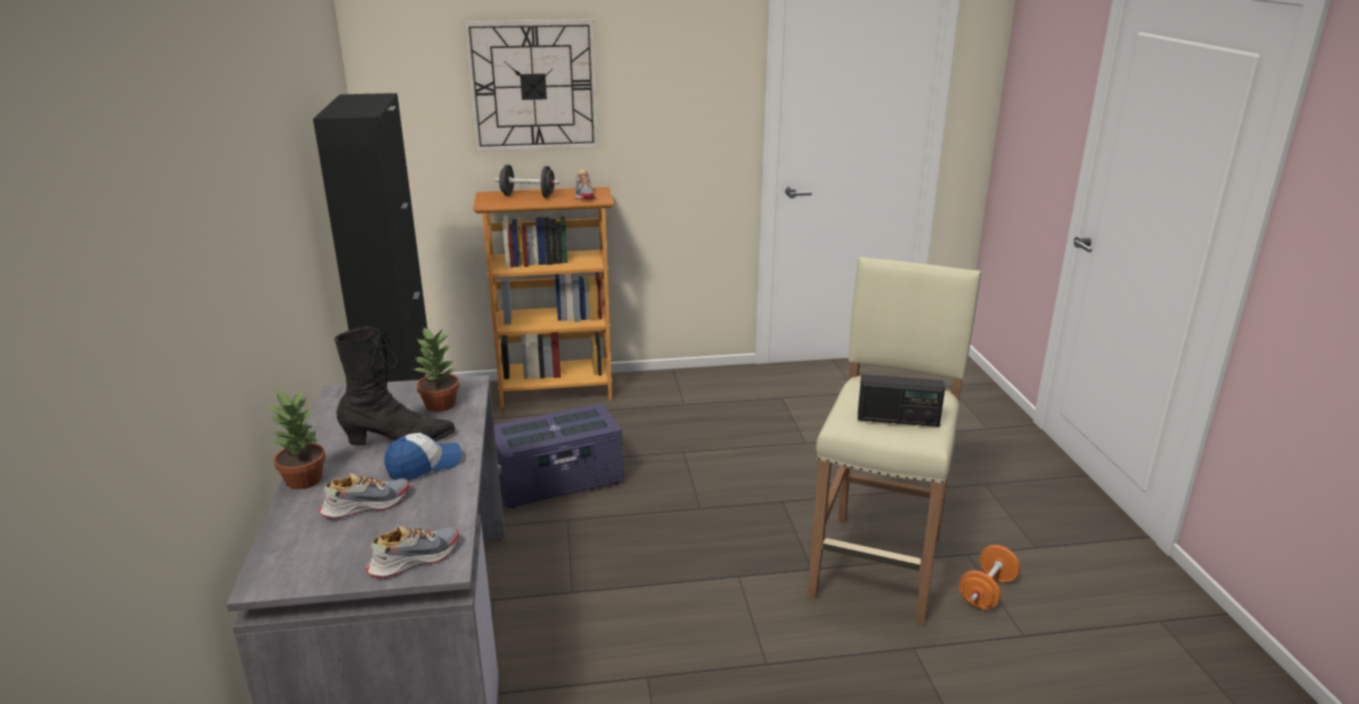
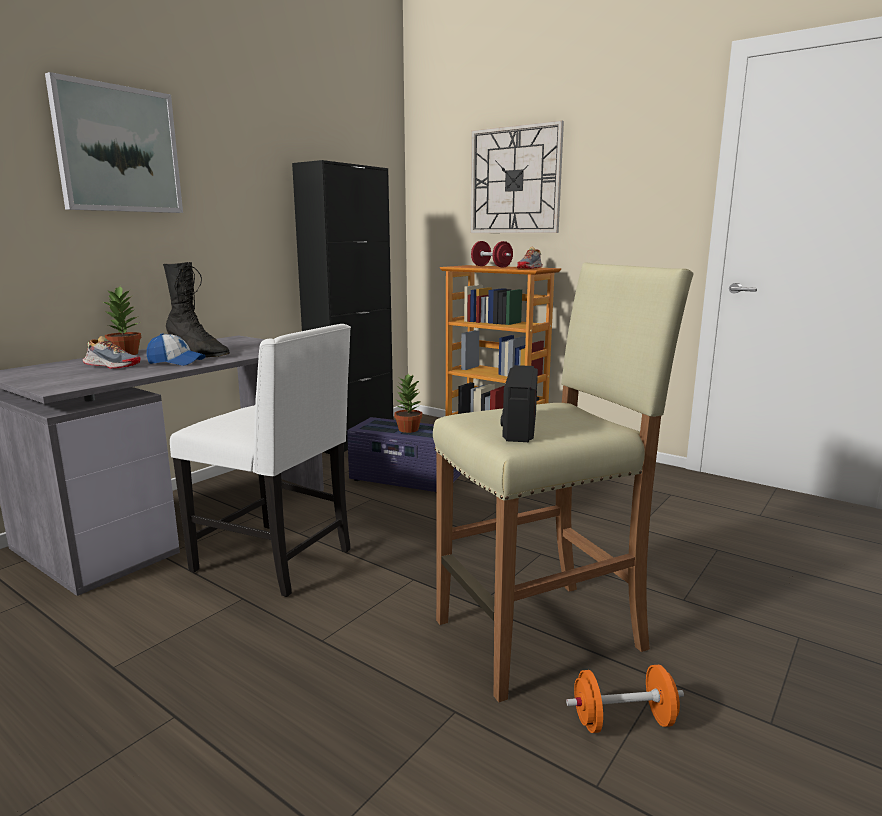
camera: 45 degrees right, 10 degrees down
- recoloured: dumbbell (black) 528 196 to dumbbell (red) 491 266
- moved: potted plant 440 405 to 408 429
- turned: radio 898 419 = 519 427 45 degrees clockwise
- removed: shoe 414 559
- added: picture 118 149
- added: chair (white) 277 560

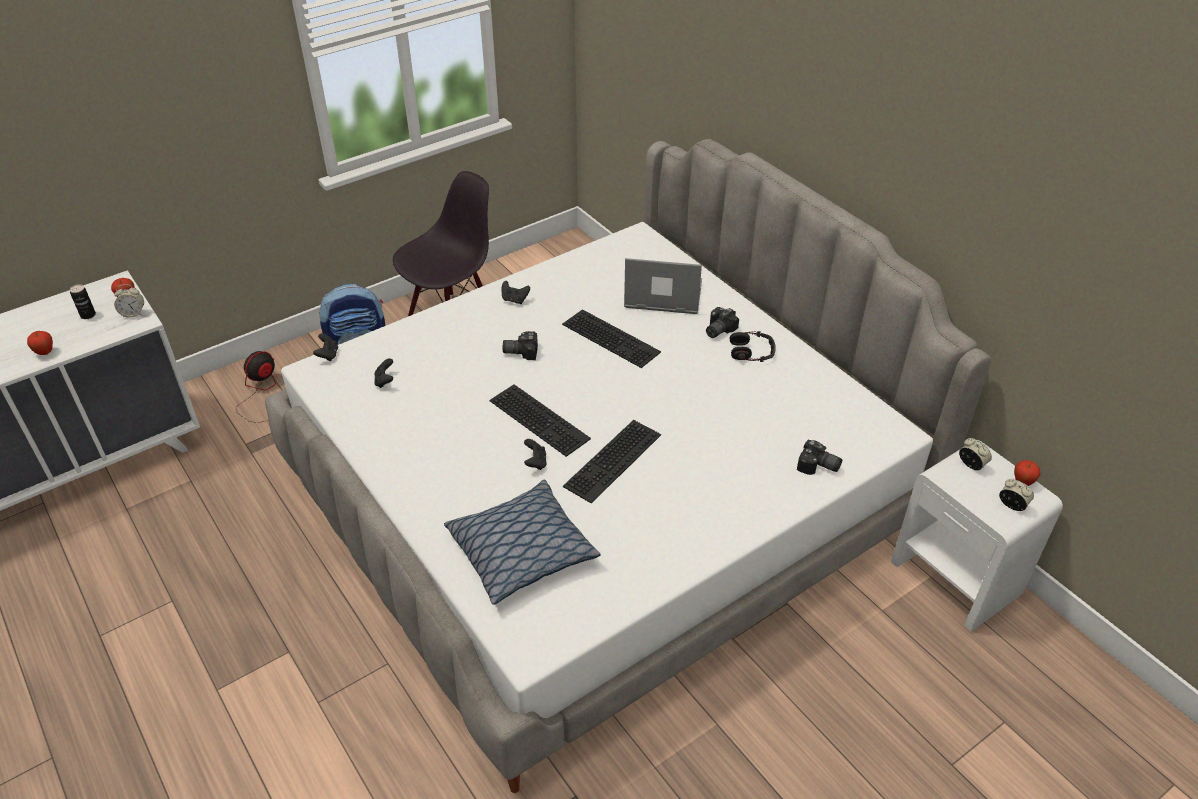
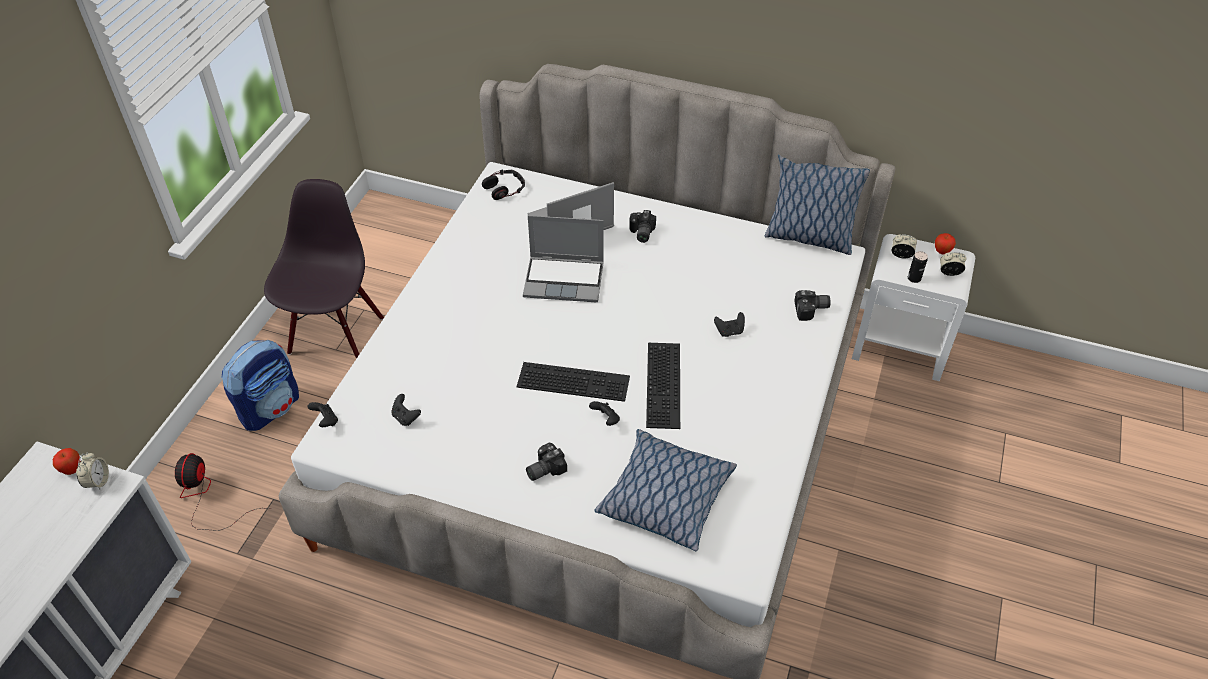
camera: 35 degrees left, 5 degrees up
- moved: game controller (black) 514 300 to 729 331
- moved: can 88 315 to 914 278
- turned: alarm clock 133 313 = 98 481 45 degrees counterclockwise
- replaced: keyboard 613 337 to laptop 565 280
- removed: apple 45 353
- moved: photo camera 521 351 to 544 468
- moved: headphones 751 351 to 504 188
- added: pillow 808 237

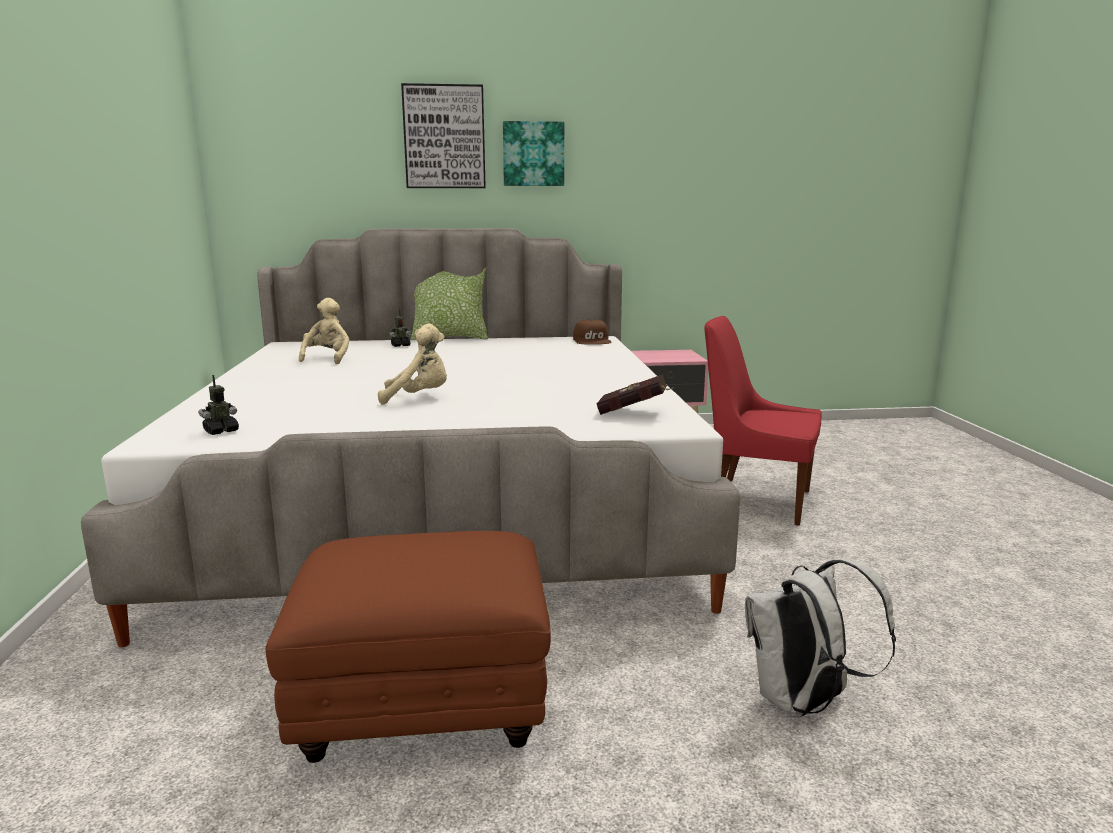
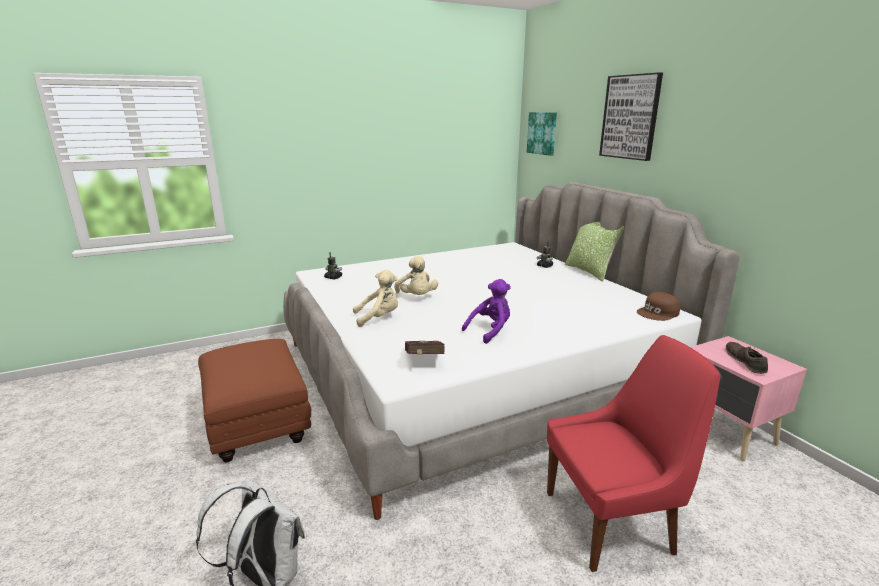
camera: 70 degrees right, 5 degrees up
- moved: picture 533 154 to 542 133
- moved: plush toy (beige) 328 358 to 379 318
- turned: chair (red) 755 500 = 612 521 75 degrees clockwise
- added: plush toy (purple) 490 331
- added: shoe (brown) 745 361

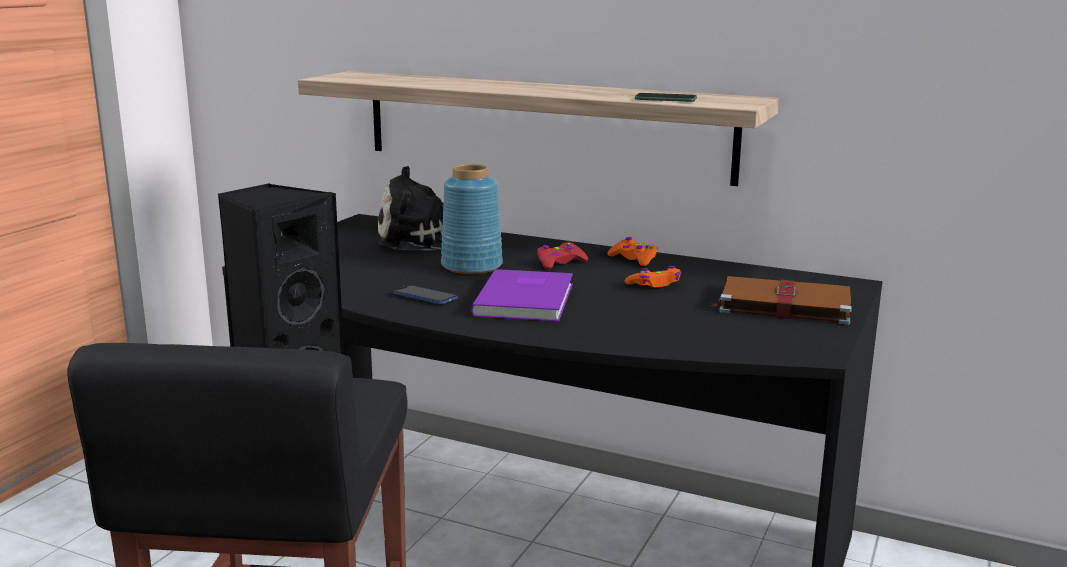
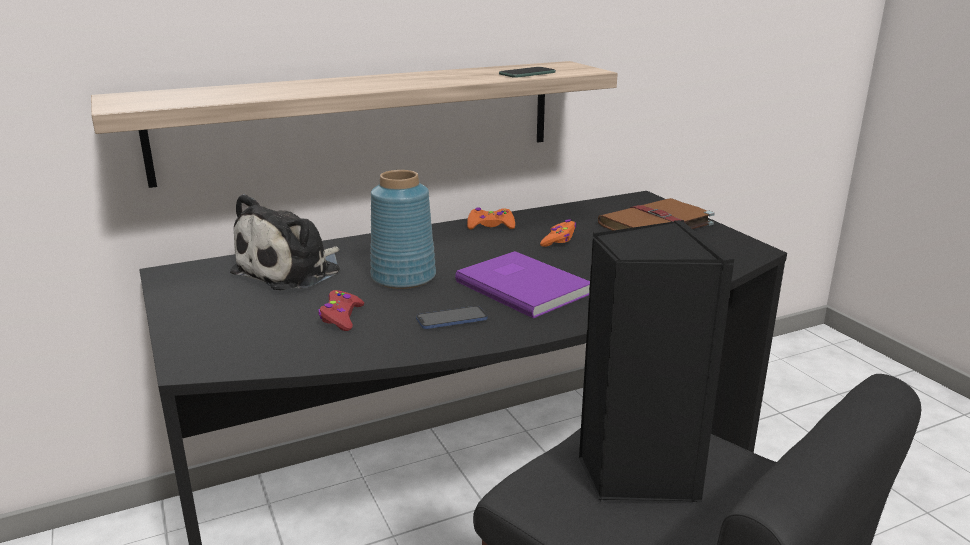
camera: 50 degrees left, 5 degrees up
- moved: game controller (red) 560 262 to 341 317

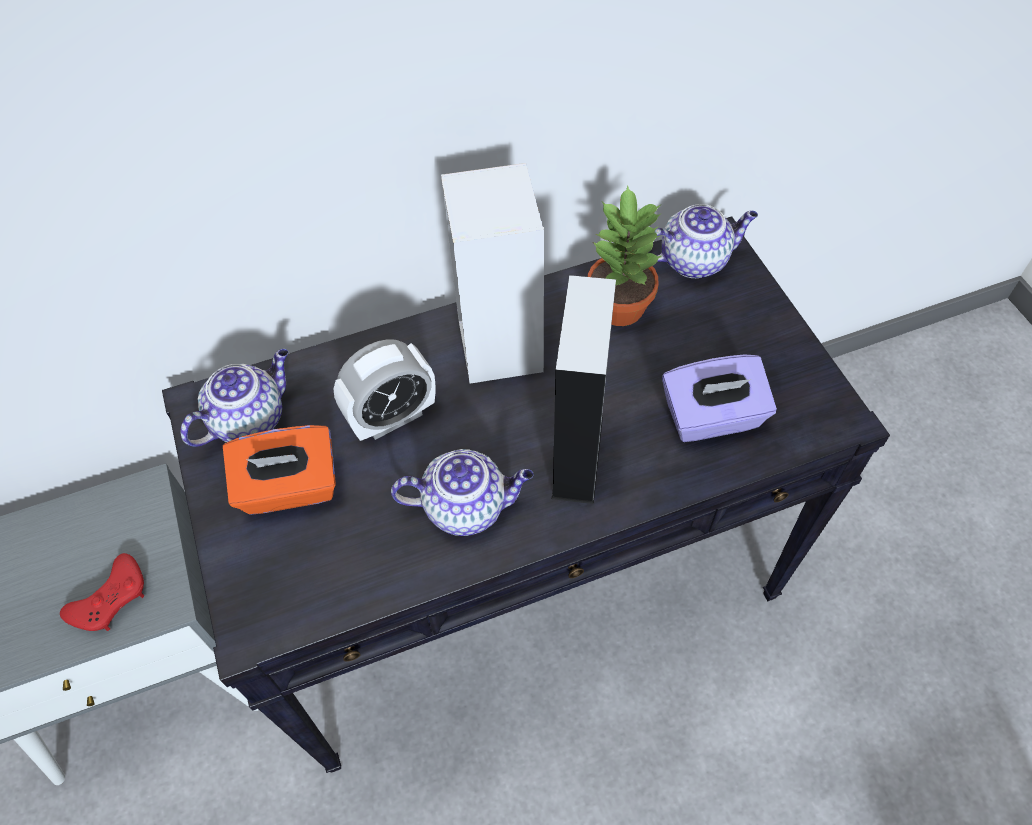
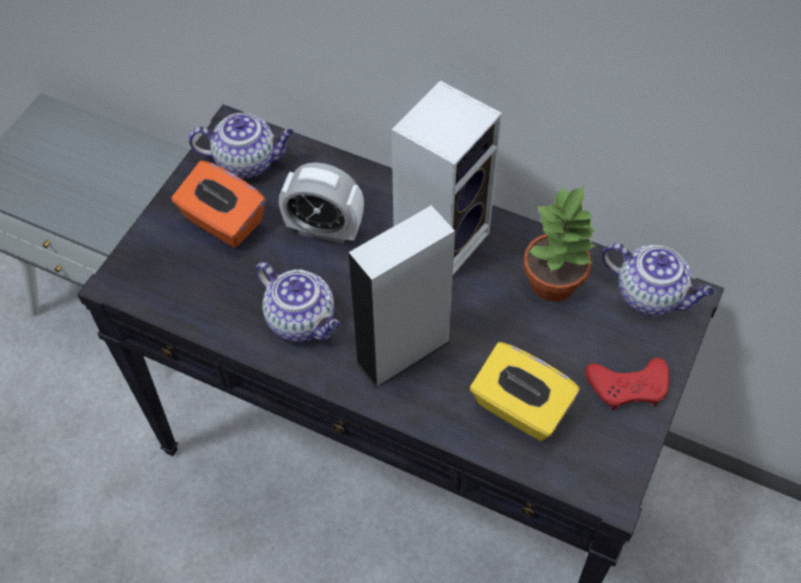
camera: 45 degrees right, 0 degrees up
- recoloured: tissue box (purple) 712 418 to tissue box (yellow) 520 408
- moved: game controller (red) 111 599 to 628 386

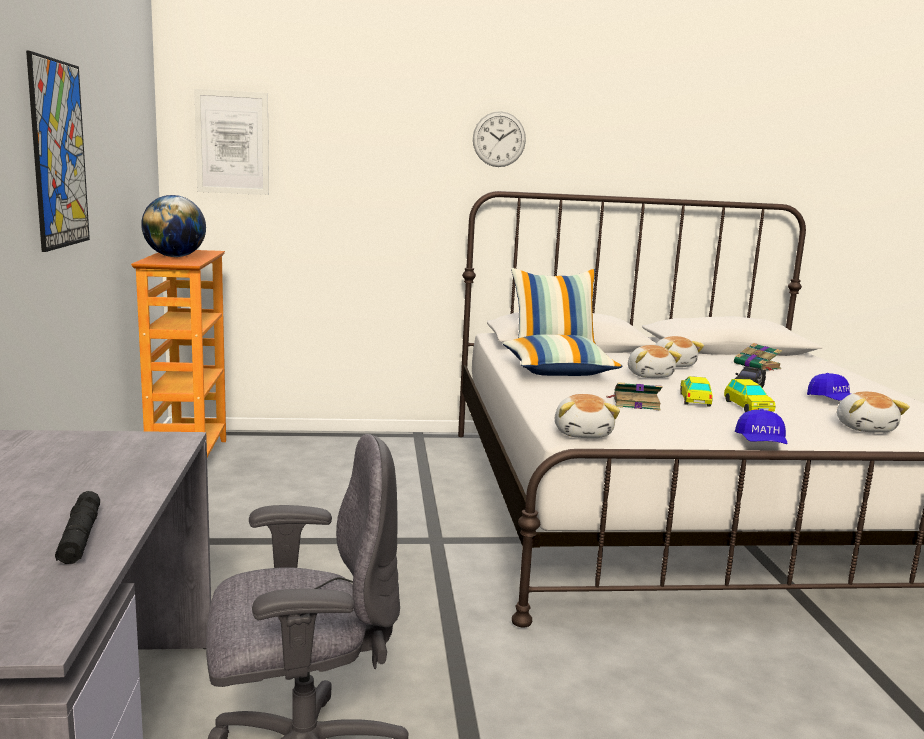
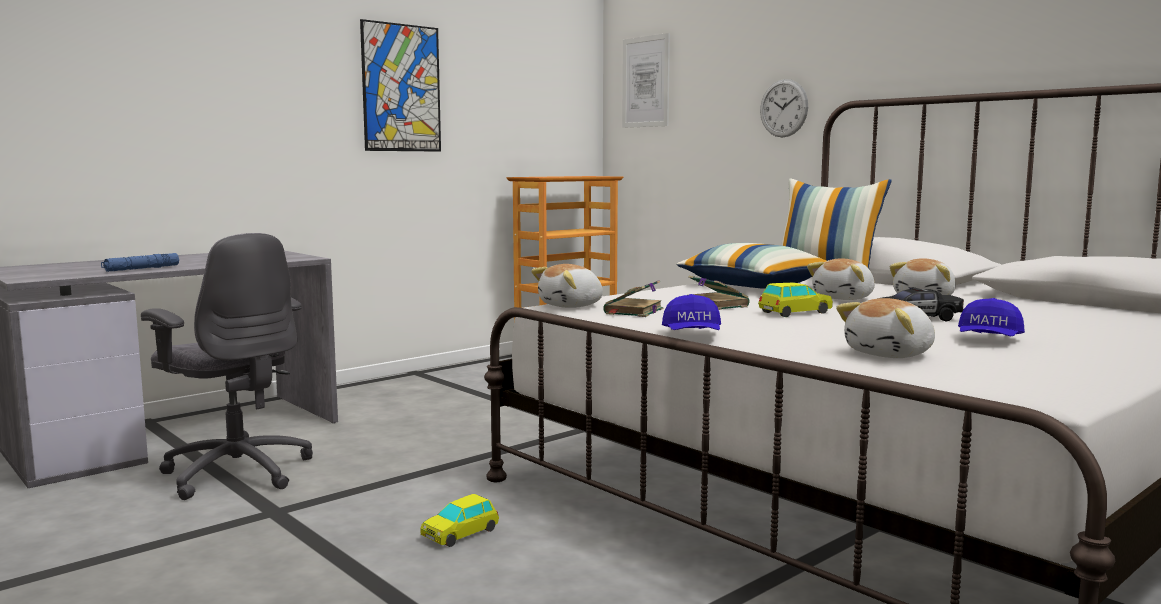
camera: 55 degrees right, 5 degrees down
- moved: wall clock 499 139 to 783 108
- removed: globe 175 257
- moved: book 757 366 to 633 311
- moved: toy car 748 407 to 460 534
- turned: cap (blue) 761 443 = 692 335 60 degrees counterclockwise
- recoloured: flashlight (black) 80 537 to flashlight (blue) 141 269

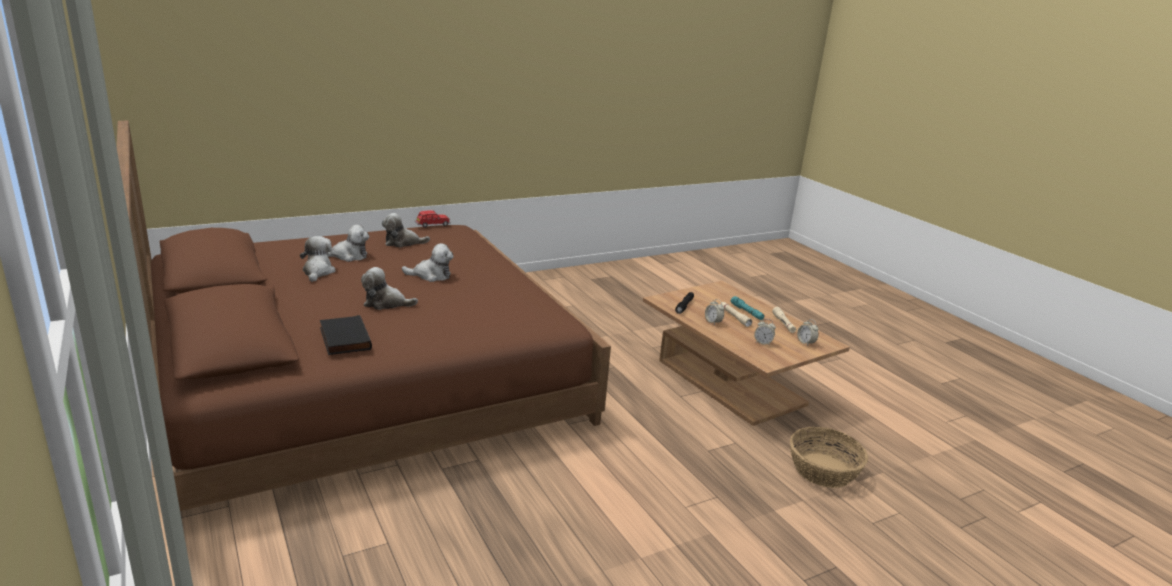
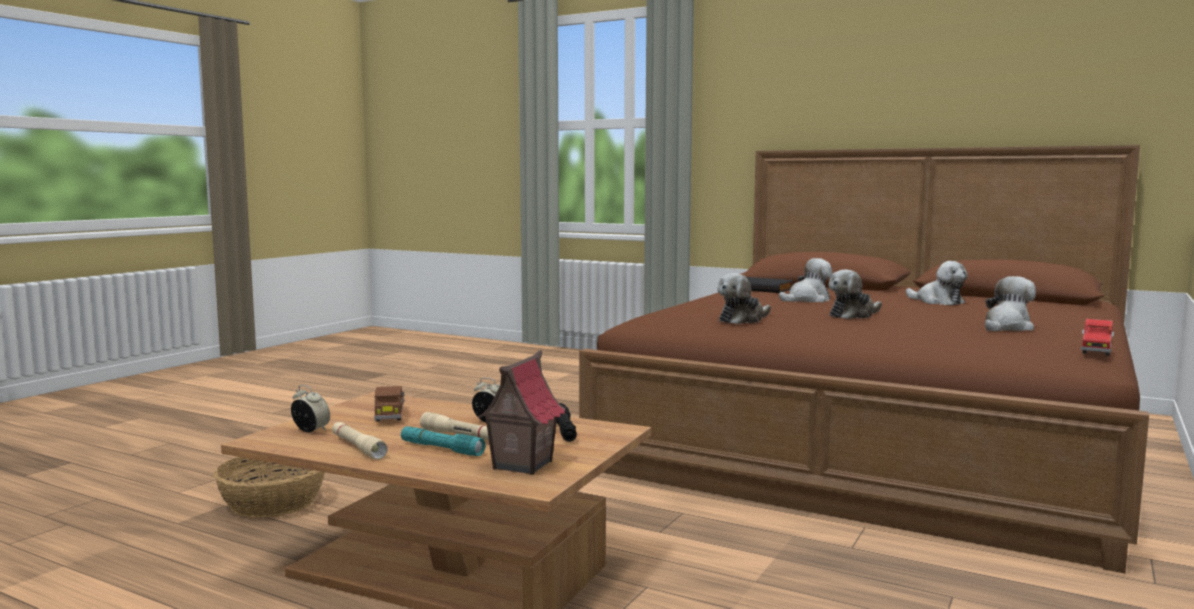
camera: 150 degrees right, 15 degrees down
- moved: plush toy 348 256 to 742 320
- replaced: alarm clock 763 343 to toy car (brown) 389 416
- added: toy house 522 465

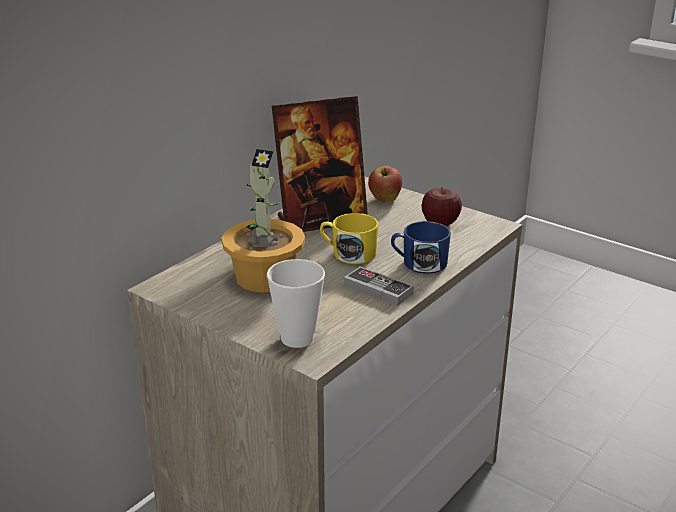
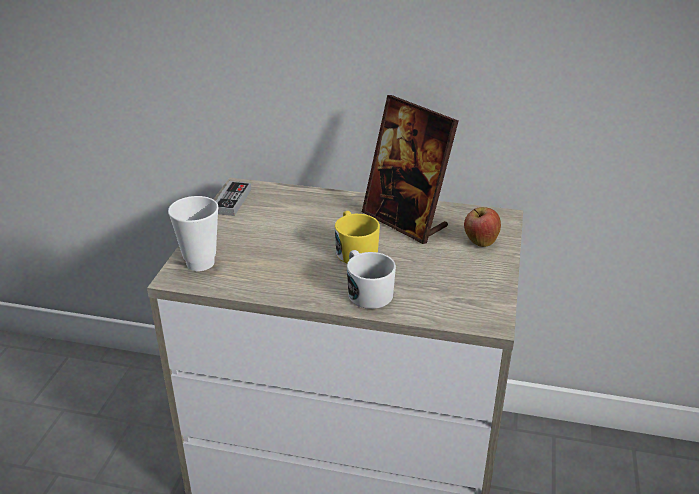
camera: 65 degrees right, 5 degrees up
- removed: potted plant 265 276
- removed: apple 440 223
- recoloured: mug (blue) 419 263 to mug (white) 367 292
- moved: game controller 378 289 to 232 201

